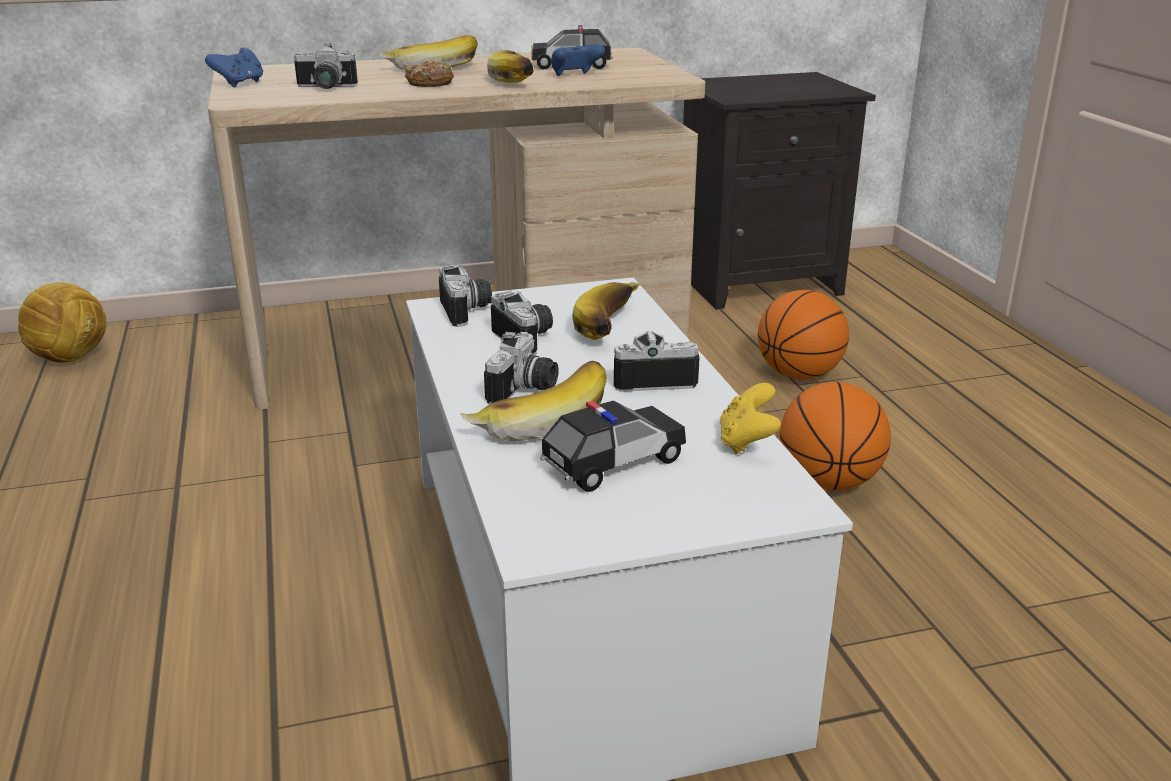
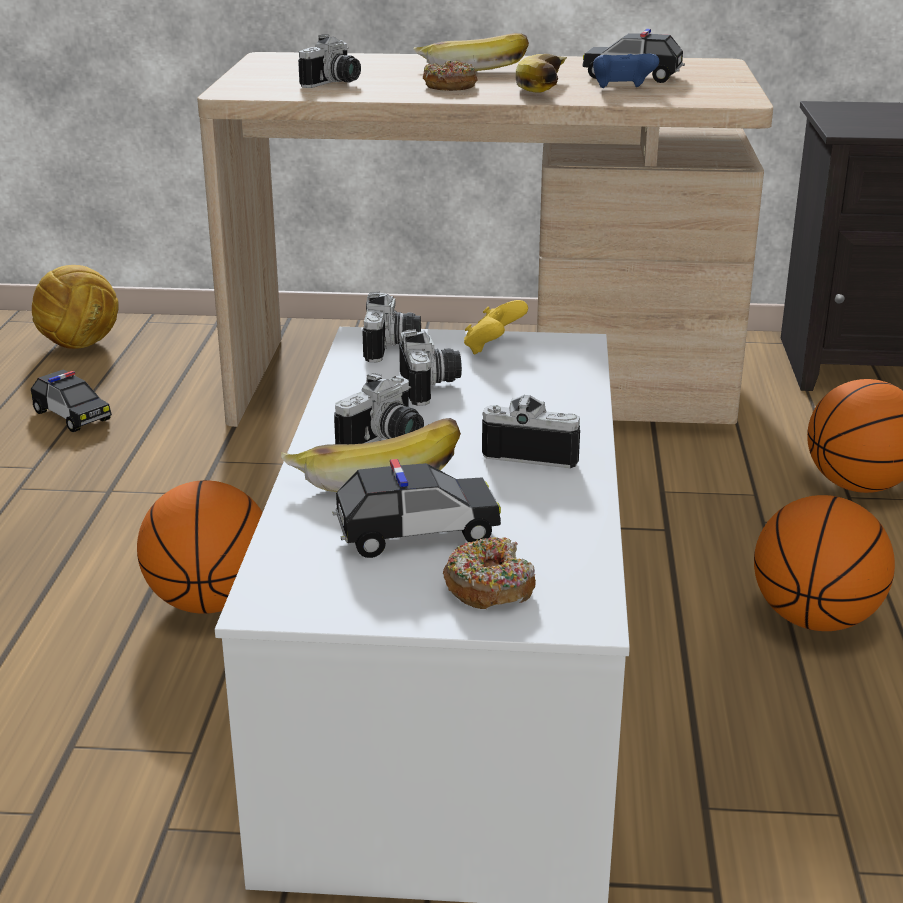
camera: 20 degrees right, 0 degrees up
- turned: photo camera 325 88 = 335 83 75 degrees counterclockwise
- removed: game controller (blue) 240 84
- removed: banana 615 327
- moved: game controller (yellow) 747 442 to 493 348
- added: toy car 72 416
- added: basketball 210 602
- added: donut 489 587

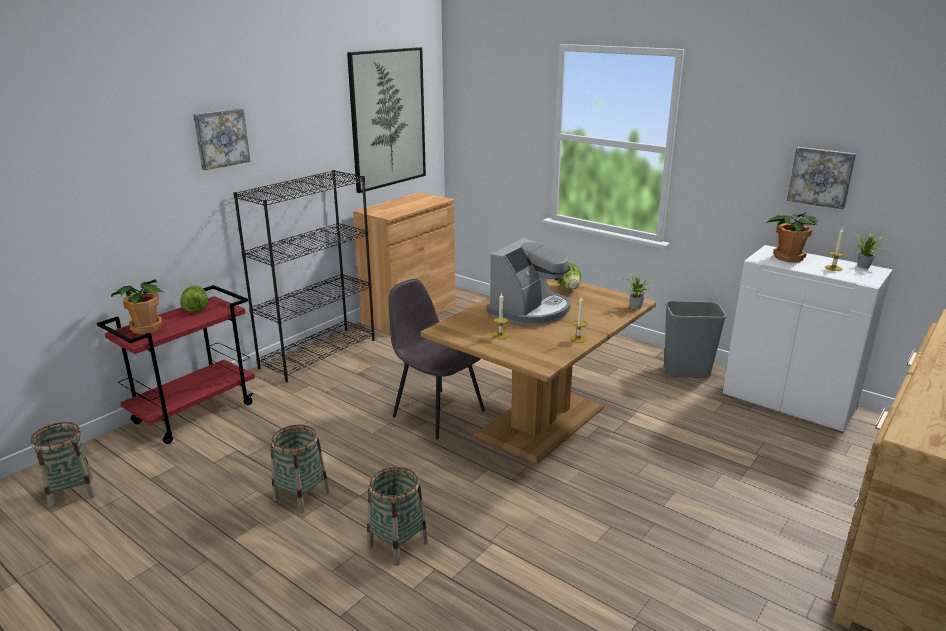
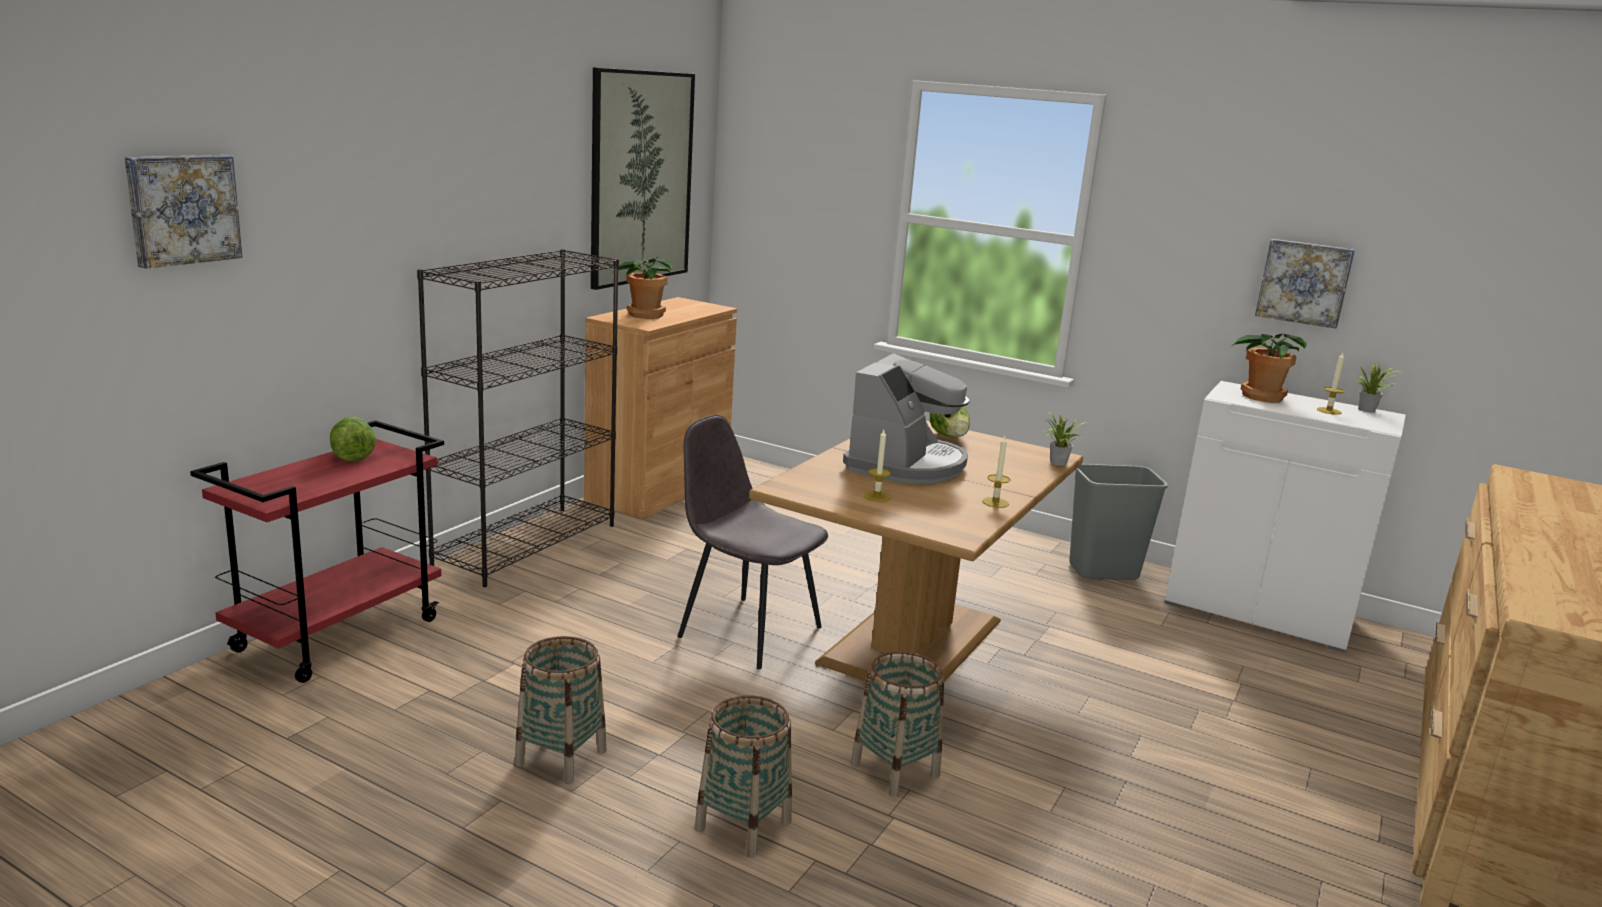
camera: 10 degrees left, 5 degrees down
- moved: picture 221 138 to 182 209
- moved: potted plant 146 328 to 644 315
- moved: basket 71 493 to 895 770

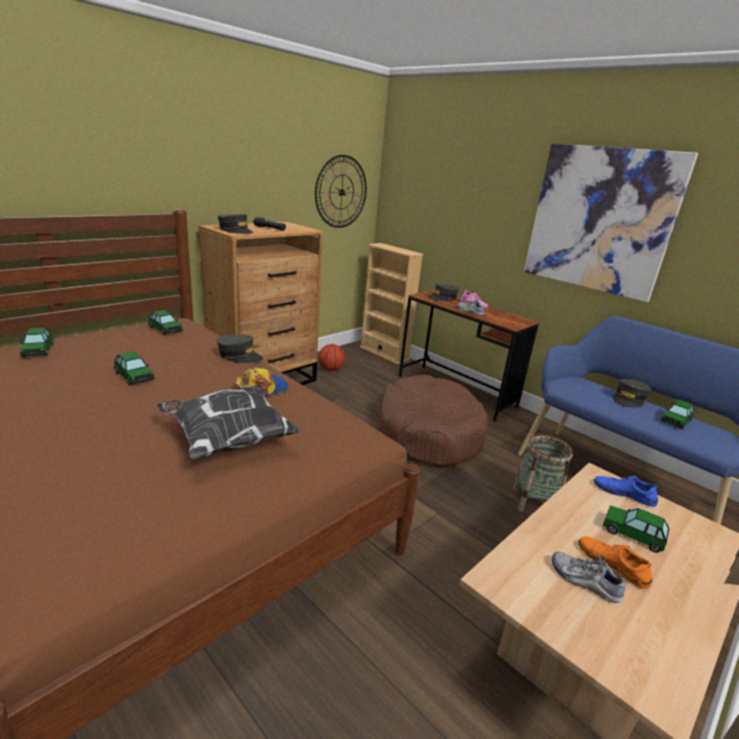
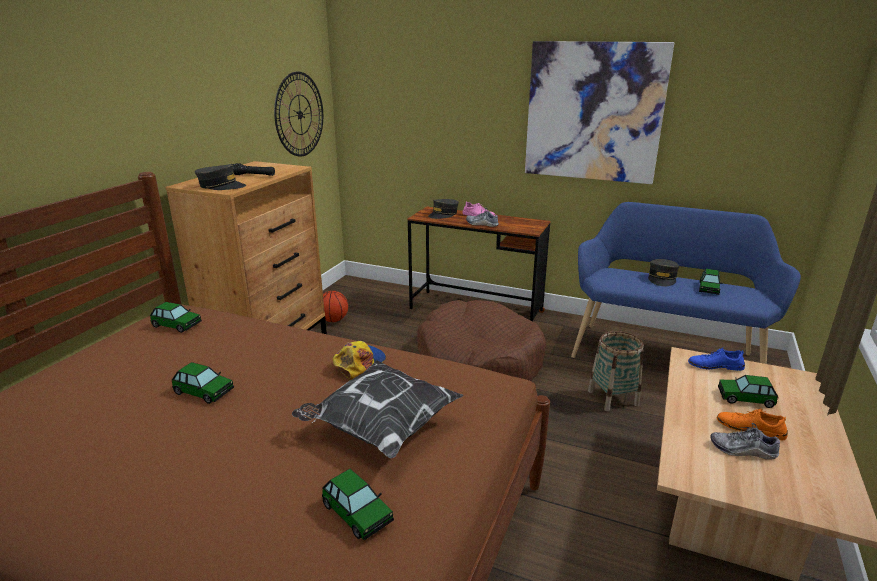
camera: 20 degrees left, 0 degrees up
- removed: bookcase (beige) 384 353
- moved: toy car 38 350 to 357 513
- removed: cap (grey) 239 356

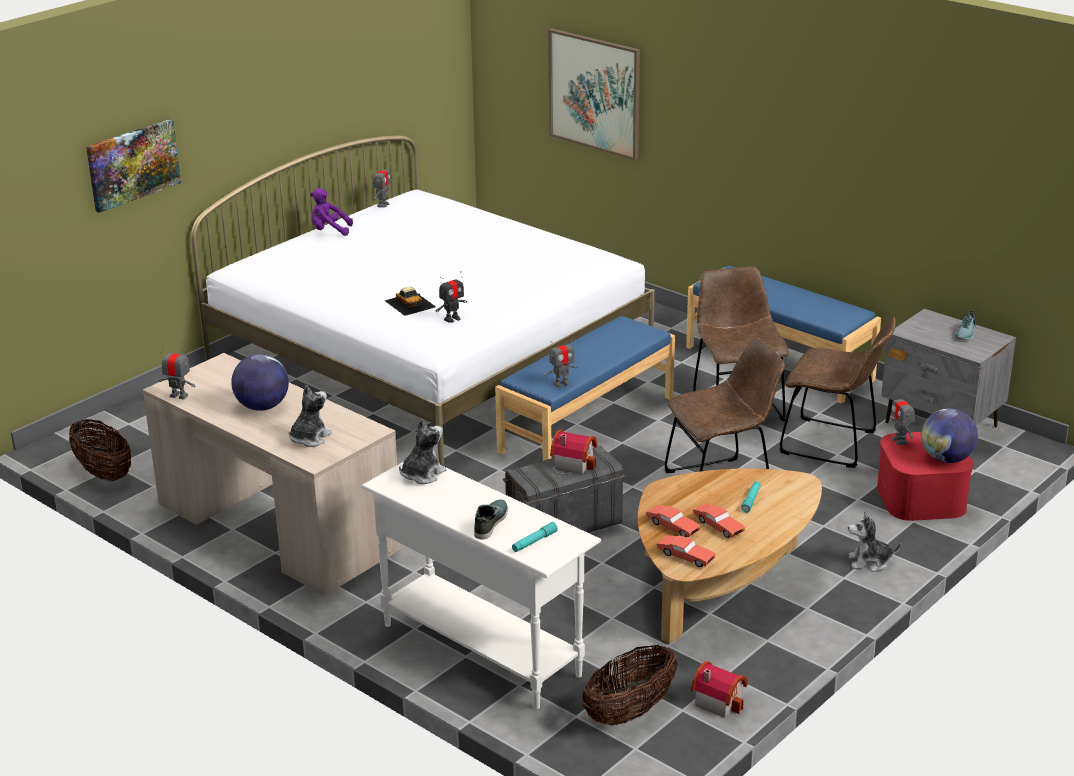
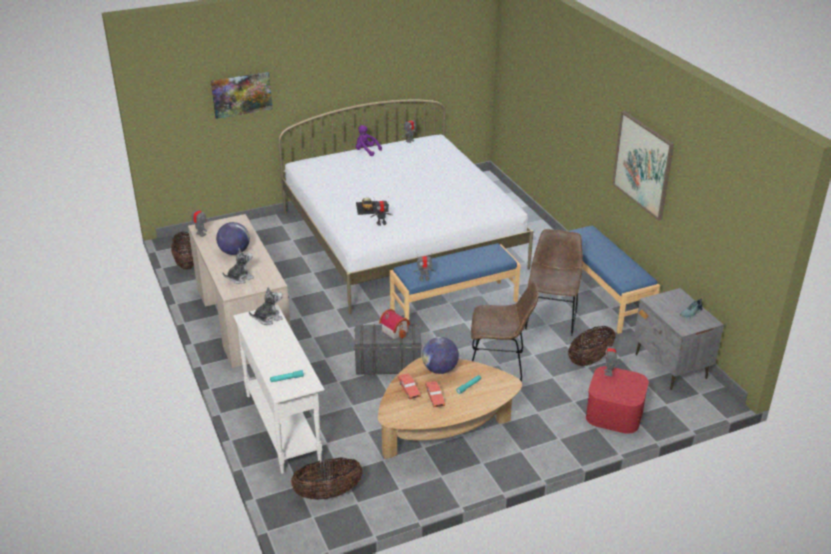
camera: 25 degrees right, 5 degrees up
- moved: picture 594 93 to 643 164
- replaced: chair (brown) 833 444 to basket 589 360
- moved: globe 946 459 to 440 369
- removed: shoe 490 522
- removed: plush toy 869 562
- removed: toy car (red) 685 557
- removed: toy house 719 700

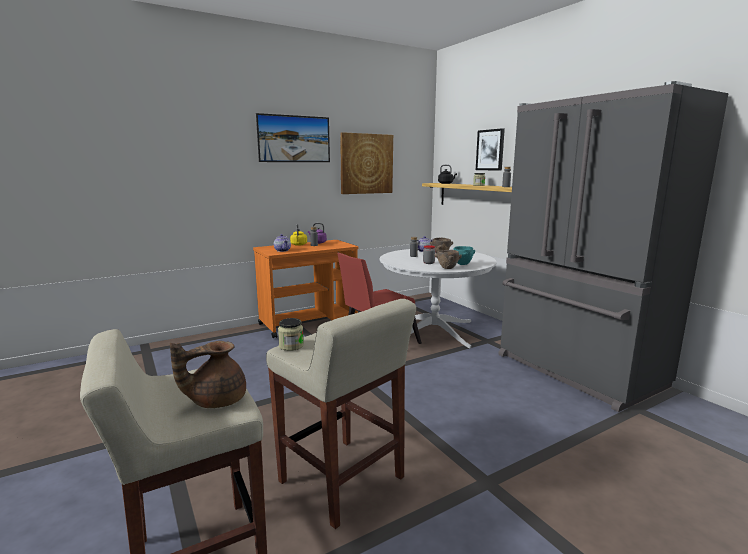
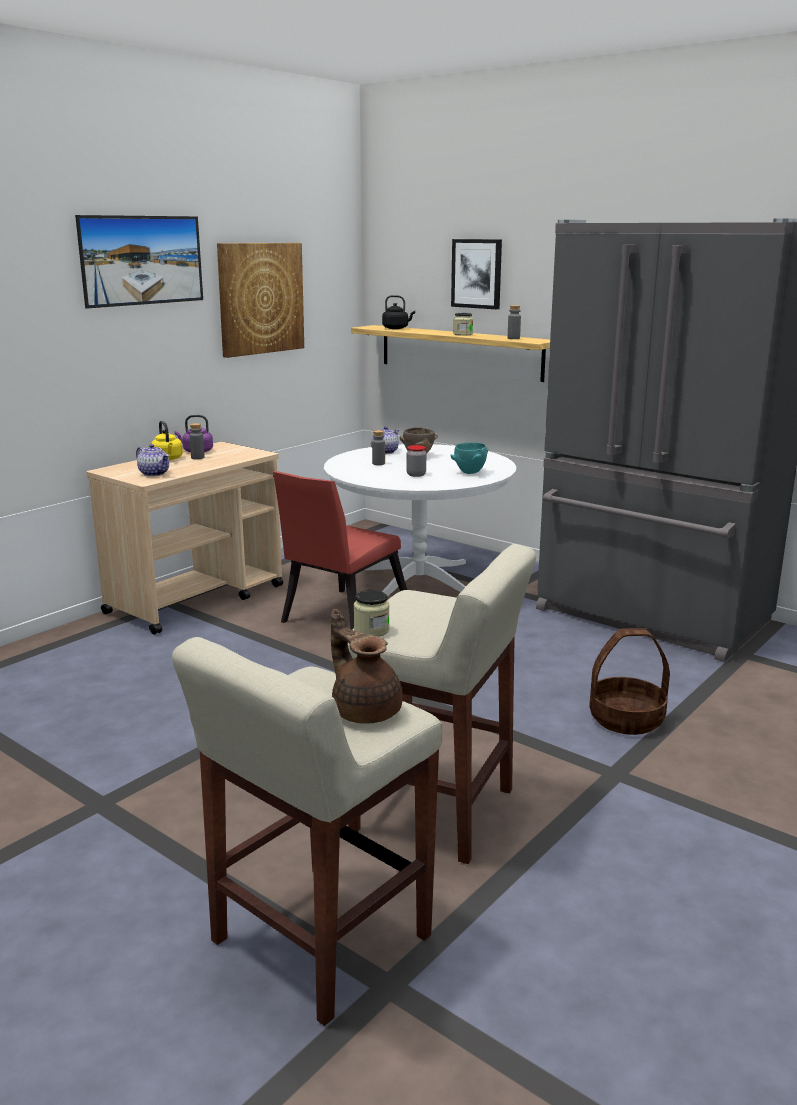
camera: 20 degrees left, 5 degrees up
- recoloured: cart (orange) 309 323 to cart (beige) 197 599
- removed: bowl (brown) 448 268
- turned: teapot (brown) 216 400 = 365 710 105 degrees clockwise
- added: basket 626 719

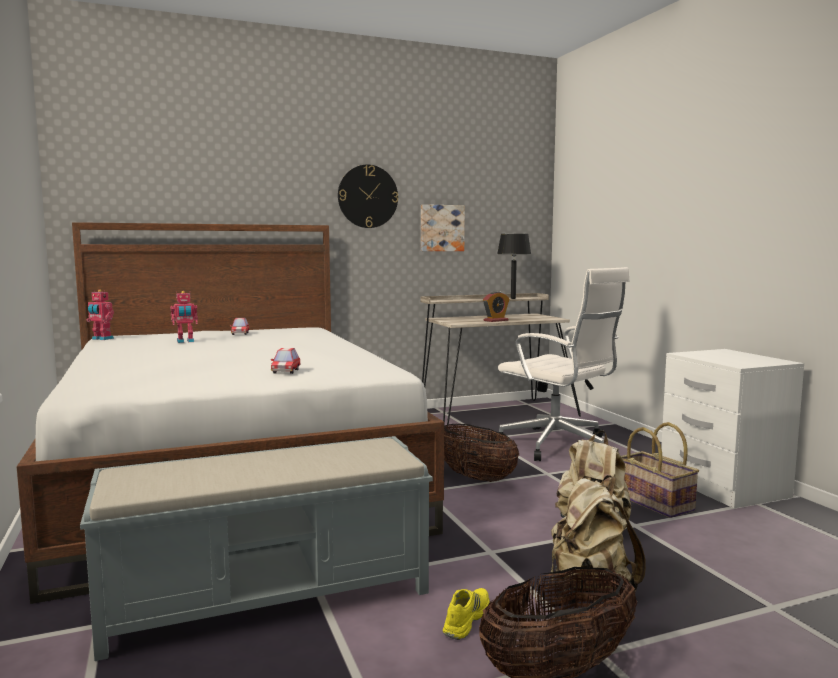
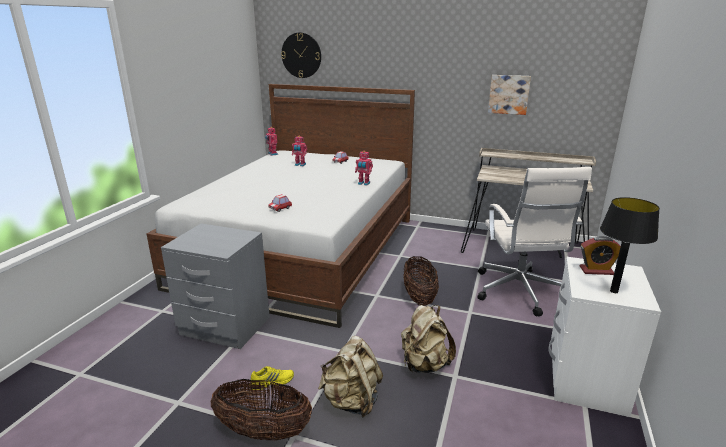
camera: 40 degrees right, 15 degrees up
- moved: wall clock 367 196 to 301 55
- moved: table lamp (black) 513 298 to 614 291
- moved: alarm clock 495 320 to 596 270
- removed: basket 655 502
- replaced: bench (grey) 270 596 to nightstand (grey) 224 327
- added: toy robot 363 184

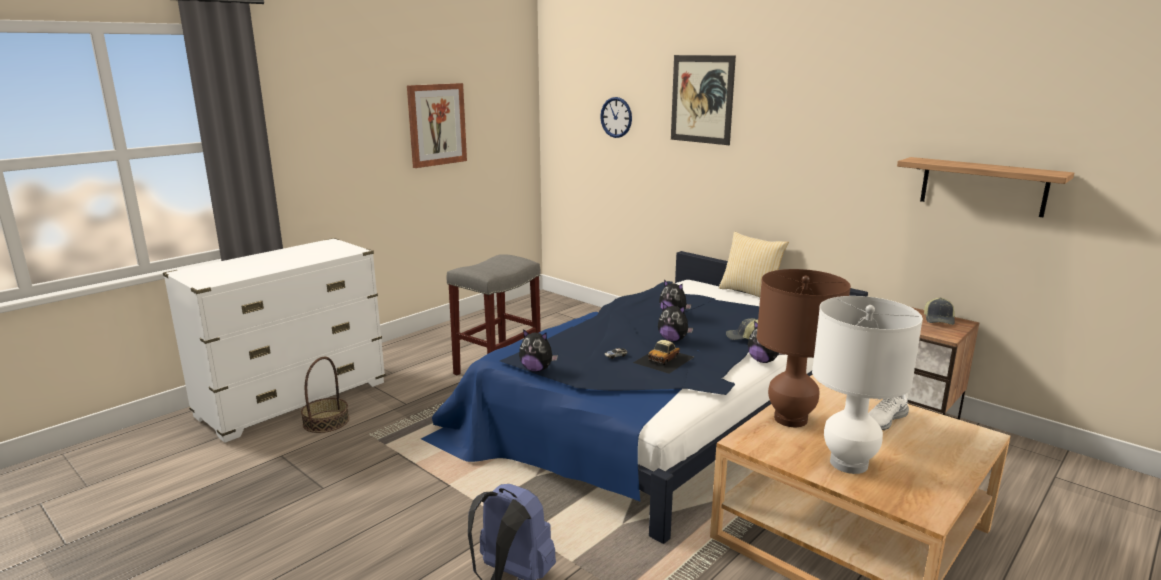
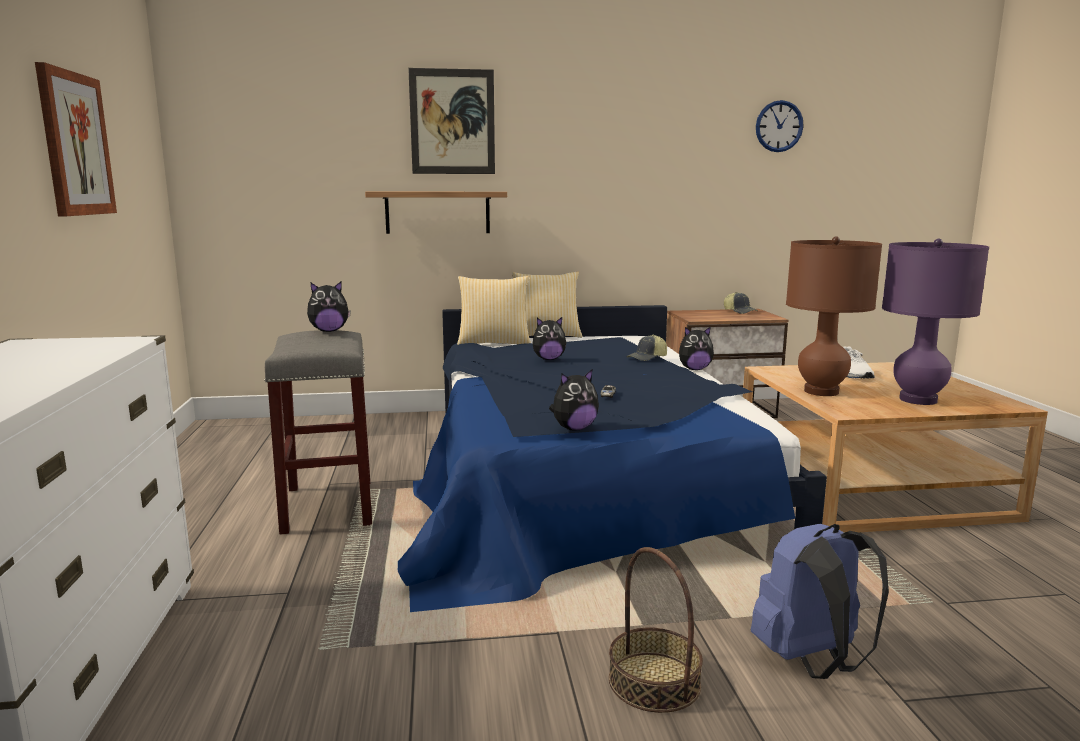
camera: 50 degrees left, 5 degrees down
- moved: wall clock 616 117 to 779 126
- moved: shelf 983 186 to 437 212
- recoloured: table lamp (white) 848 463 to table lamp (purple) 917 400
- moved: plush toy 673 340 to 329 331
- removed: toy car 664 359
- moved: basket 326 421 to 654 682
- added: pillow 494 343

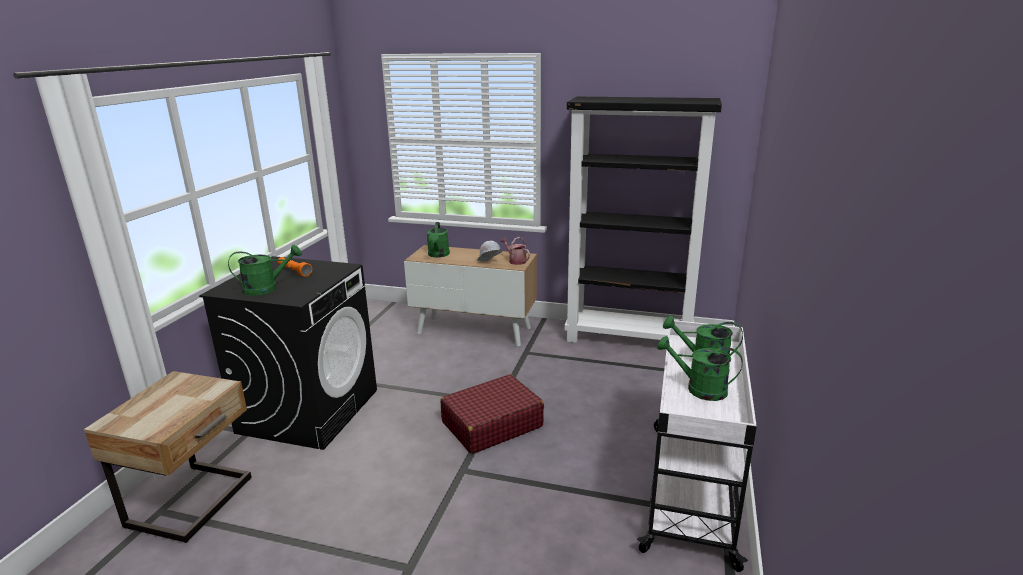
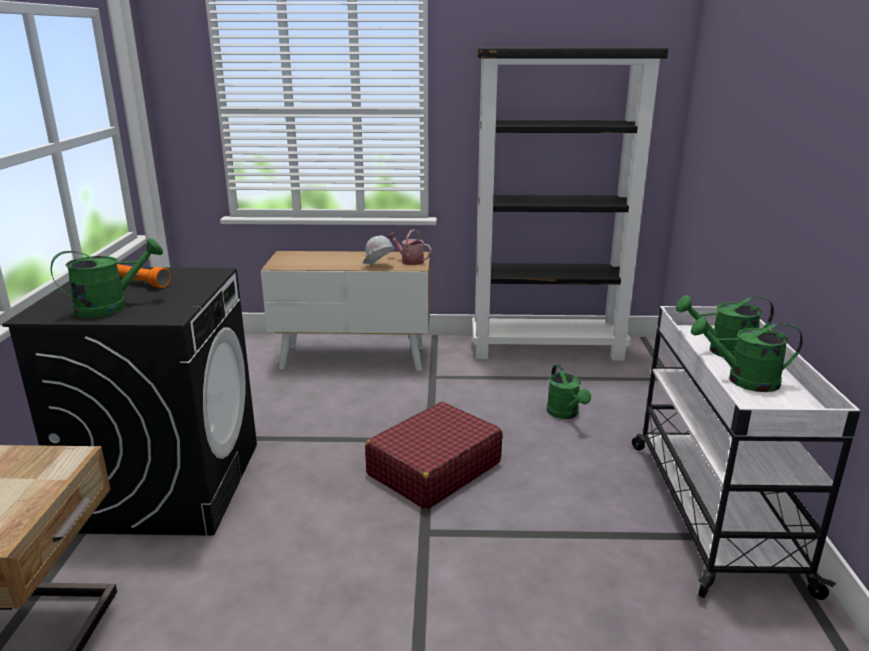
camera: 15 degrees left, 0 degrees up
- moved: watering can (green) 438 255 to 565 414

